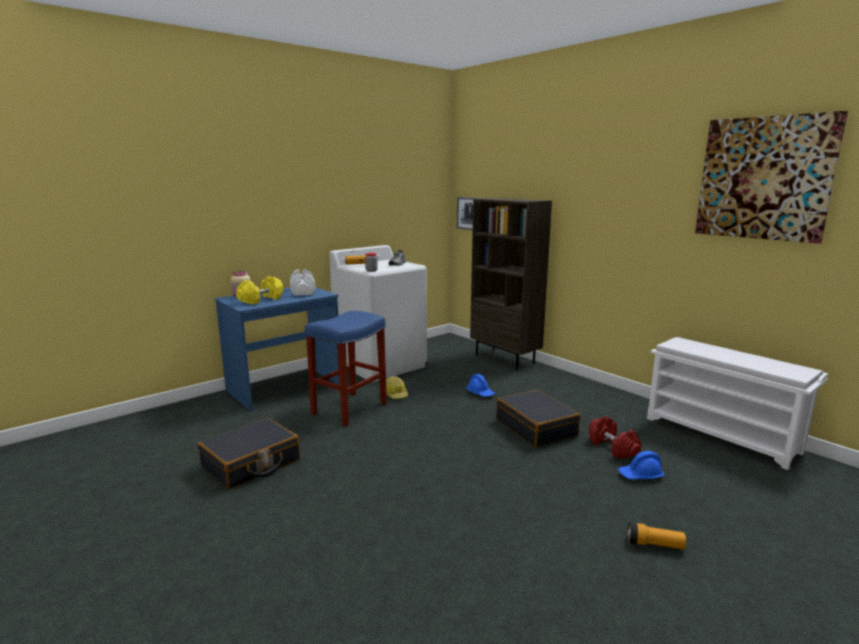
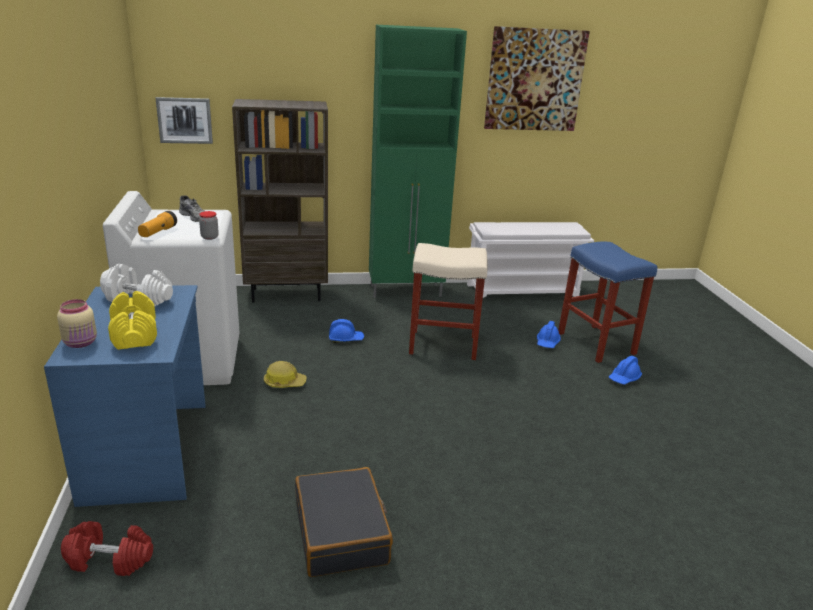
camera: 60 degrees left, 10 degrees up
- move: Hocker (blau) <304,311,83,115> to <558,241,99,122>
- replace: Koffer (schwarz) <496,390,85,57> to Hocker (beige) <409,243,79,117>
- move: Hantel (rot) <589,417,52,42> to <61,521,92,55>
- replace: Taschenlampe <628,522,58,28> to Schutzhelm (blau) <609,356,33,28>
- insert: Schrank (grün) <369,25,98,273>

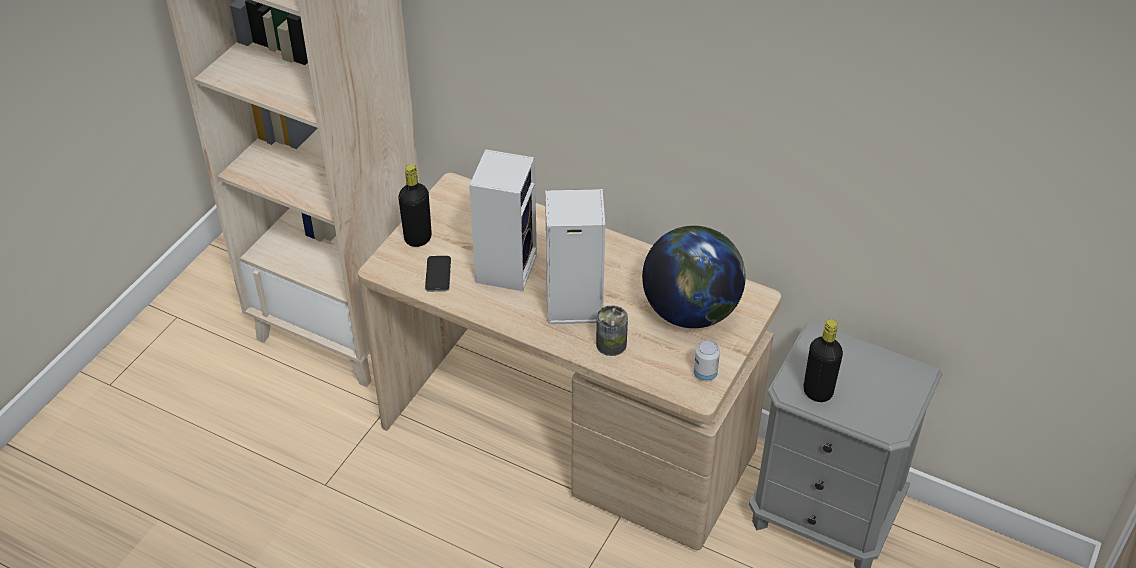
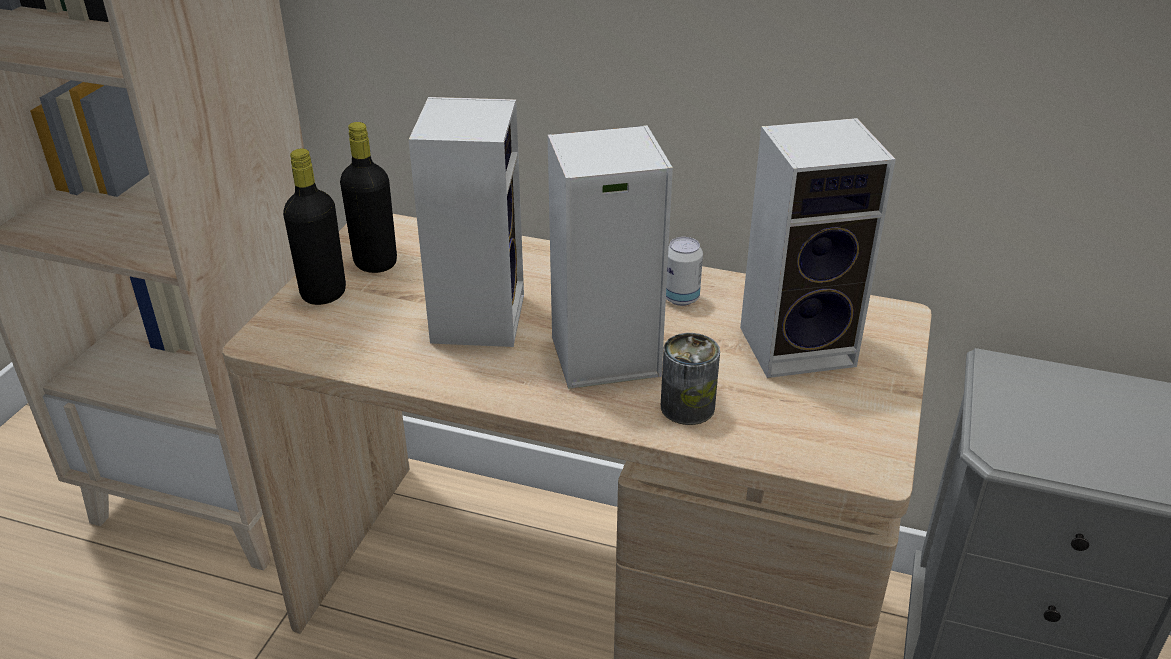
camera: 10 degrees left, 10 degrees down
- delete: Handy <425,256,26,36>
- replace: Globus <642,225,104,103> to Lautsprecher <740,118,156,260>
- move: Dose <694,340,26,41> to <666,237,37,69>
- move: Flasche (schwarz) <804,319,39,83> to <340,122,57,151>

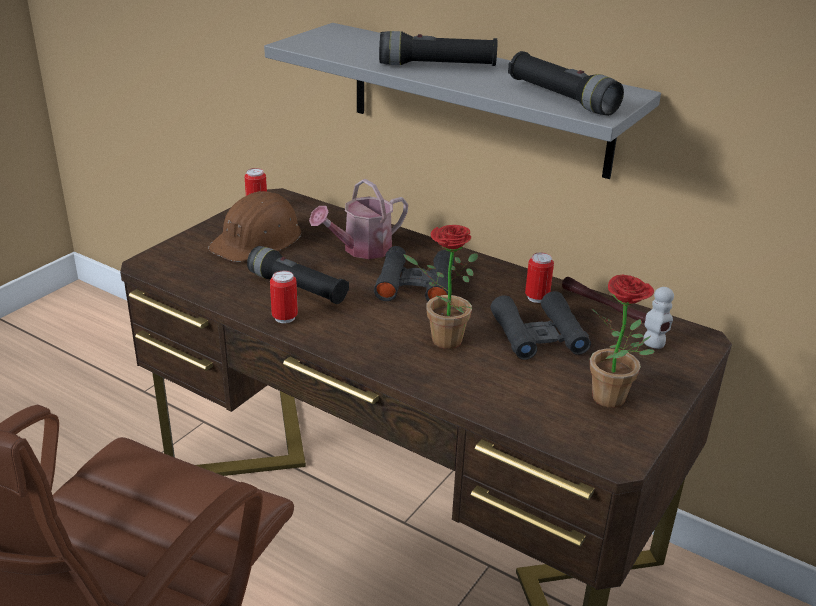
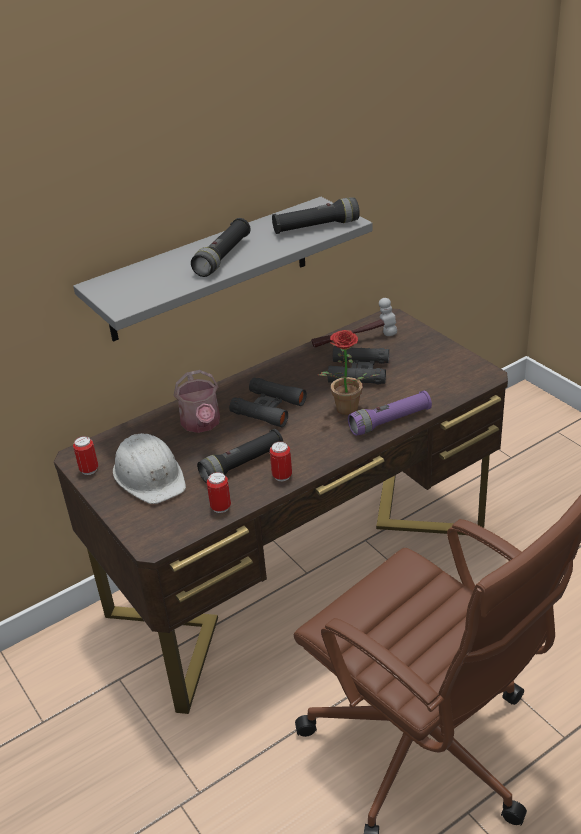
camera: 65 degrees left, 5 degrees up
- recolor: Schutzhelm (braun) <208,191,93,71> to Schutzhelm (weiß) <113,433,73,71>
- move: Dose <525,253,29,50> to <207,472,24,41>
- delete: Topfpflanze <590,274,65,134>
- insert: Taschenlampe (lila) <348,391,84,45>

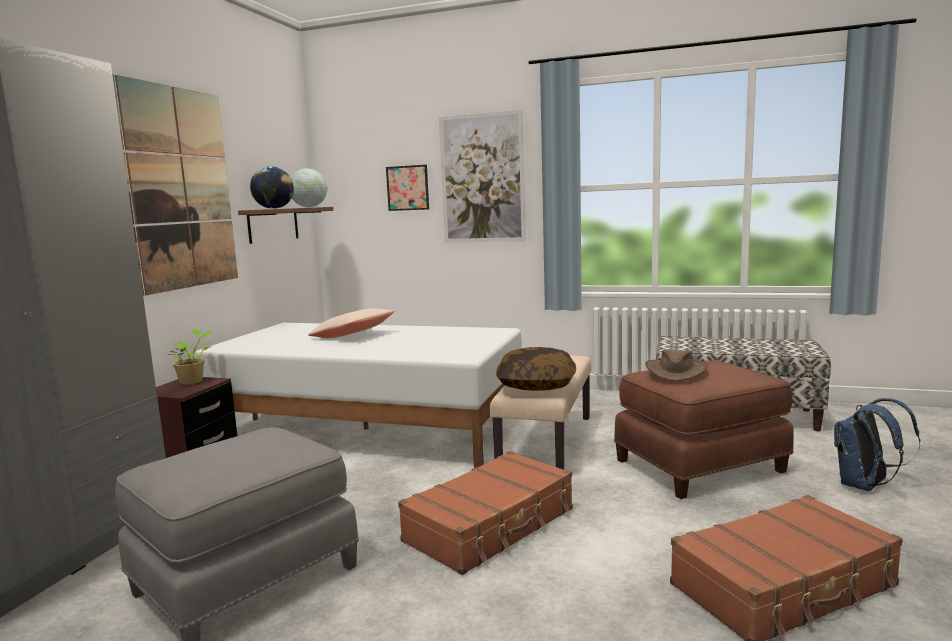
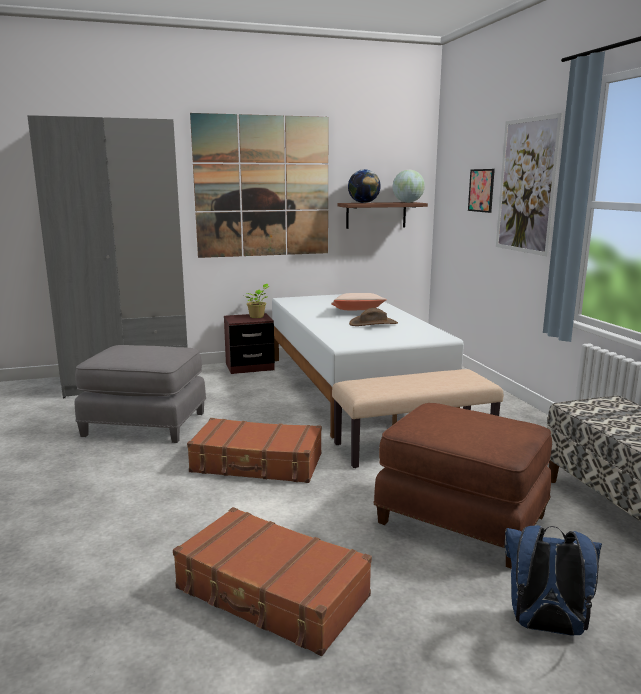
camera: 55 degrees right, 5 degrees up
- delete: Kissen <496,347,80,44>
- move: Hut (braun) <646,349,62,32> to <349,308,49,18>

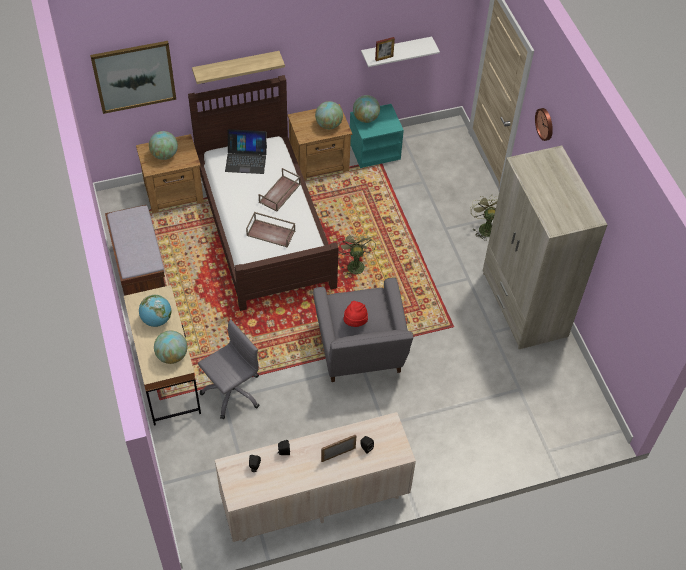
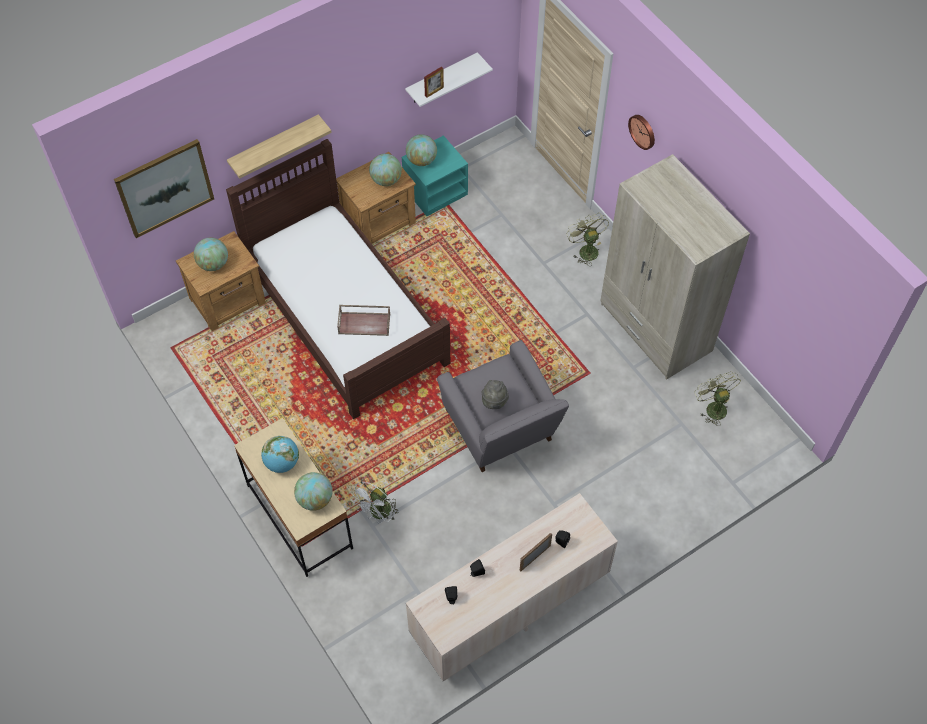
camera: 15 degrees left, 5 degrees up
- delete: Bank (braun) <105,205,61,91>
- replace: Bürostuhl (grau) <198,320,62,99> to Ventilator (weiß) <351,481,47,43>
- delete: Laptop <225,129,42,45>
- delete: Tablett (braun) <259,168,42,44>
- move: Ventilator (grün) <337,231,39,44> to <694,372,47,54>
- recolor: Hut (rot) <343,301,25,26> to Hut (grau) <482,380,27,29>

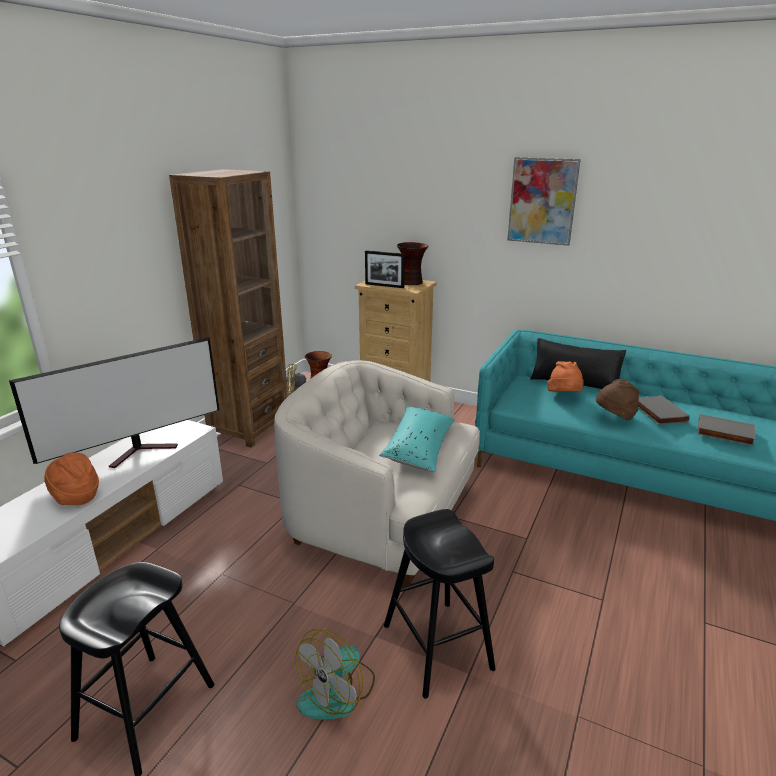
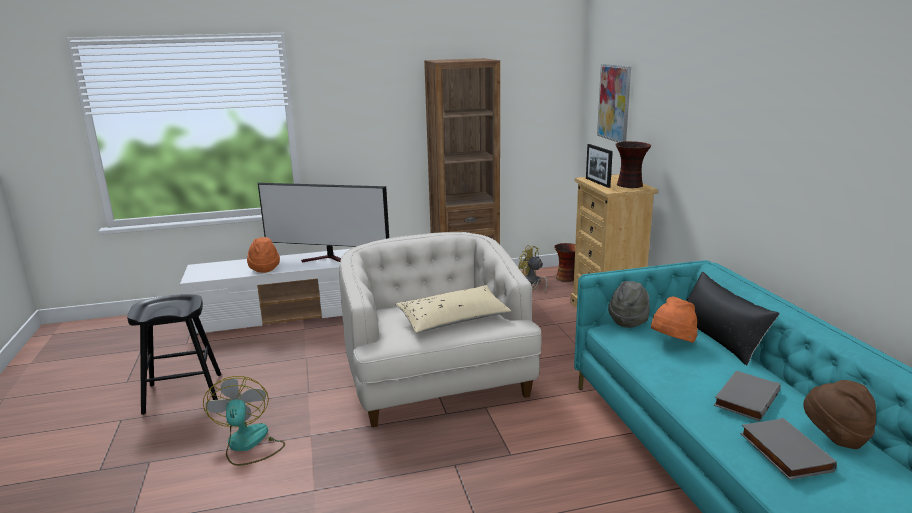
camera: 50 degrees right, 5 degrees down
- rotate: Ventilator <295,629,80,90> = <203,376,82,90> 75 degrees clockwise
- recolor: Kissen (türkis) <379,406,76,66> to Kissen (beige) <396,285,115,48>
- delete: Hocker (schwarz) <384,509,111,190>
- move: Bild <507,157,74,89> to <597,64,34,79>
- move: Hut (braun) <596,379,43,41> to <803,380,73,69>
- insert: Hut (grau) <608,281,42,47>

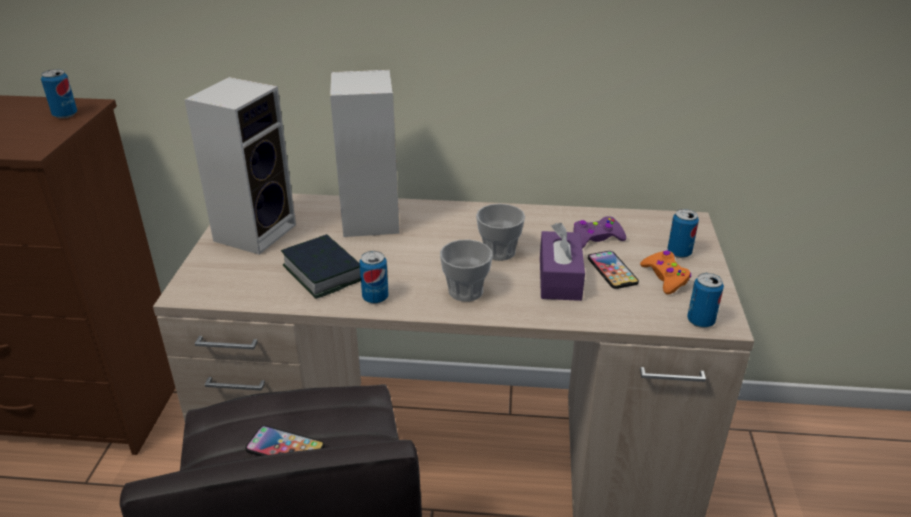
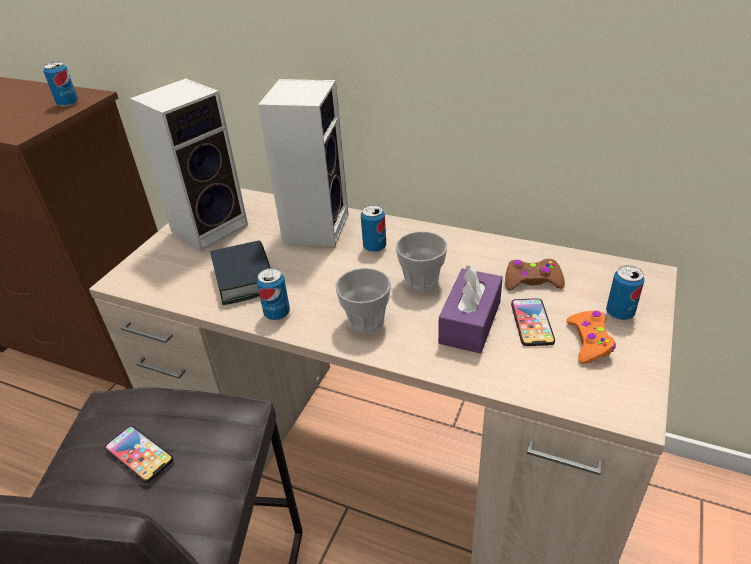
camera: 20 degrees right, 5 degrees up
- recolor: Gamepad (lila) <573,216,53,32> to Gamepad (braun) <505,259,60,31>
- move: Dose <687,273,37,55> to <361,205,25,47>

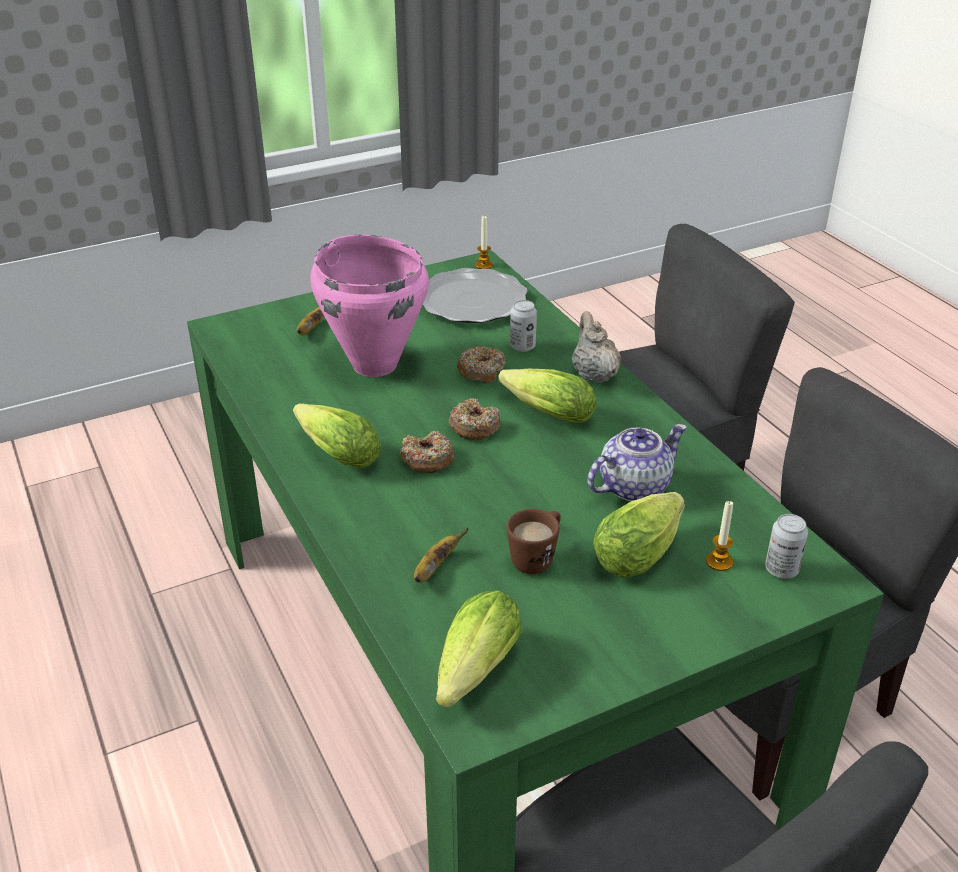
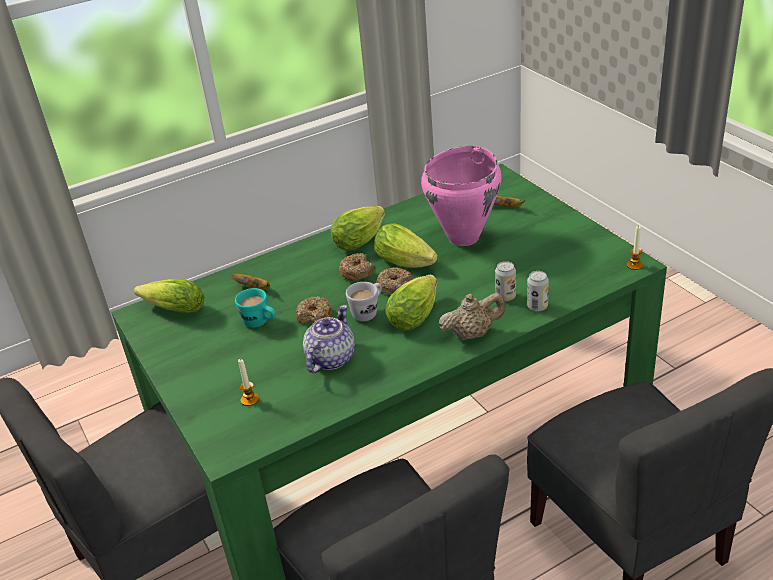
camera: 90 degrees right, 0 degrees up
- delete: Teller <423,268,105,55>
- move: Donut <457,346,49,38> to <296,296,36,28>
- recolor: Henkelbecher (braun) <507,509,54,65> to Henkelbecher (türkis) <235,288,41,40>
- rotate: Teekanne <587,424,100,77> = <303,305,52,68> 120 degrees counterclockwise
- move: Salatkopf <593,492,92,86> to <374,223,64,45>
- move: Dose <765,514,43,65> to <527,271,22,40>
- insert: Henkelbecher (weiß) <346,282,36,39>

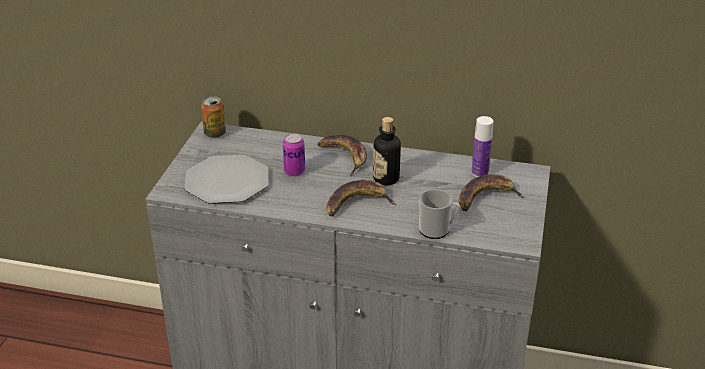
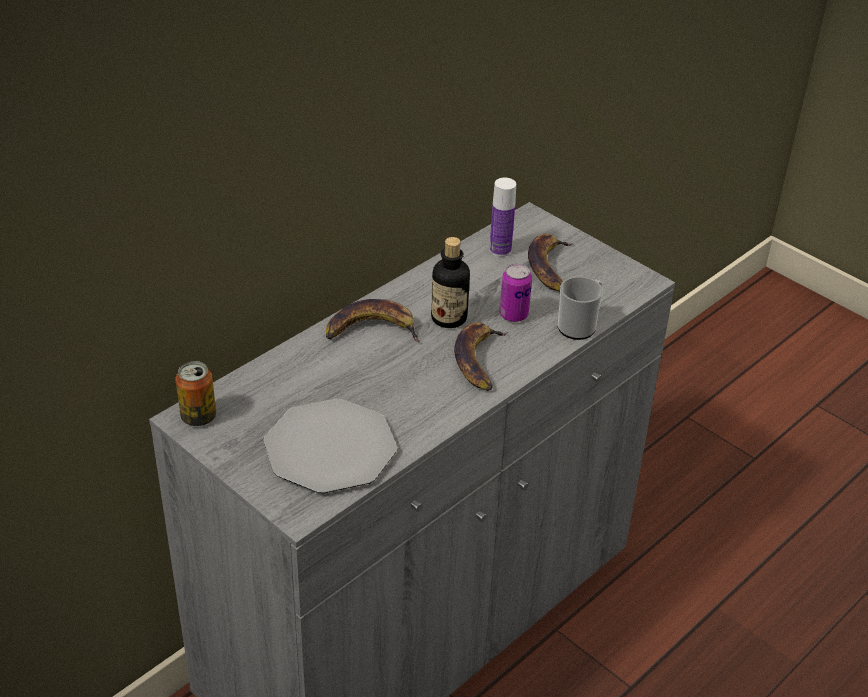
camera: 60 degrees left, 5 degrees up
- move: Dose <283,133,22,43> to <500,264,32,58>

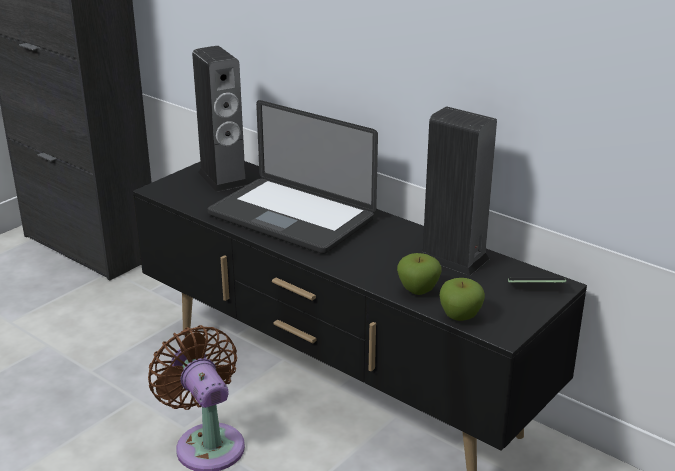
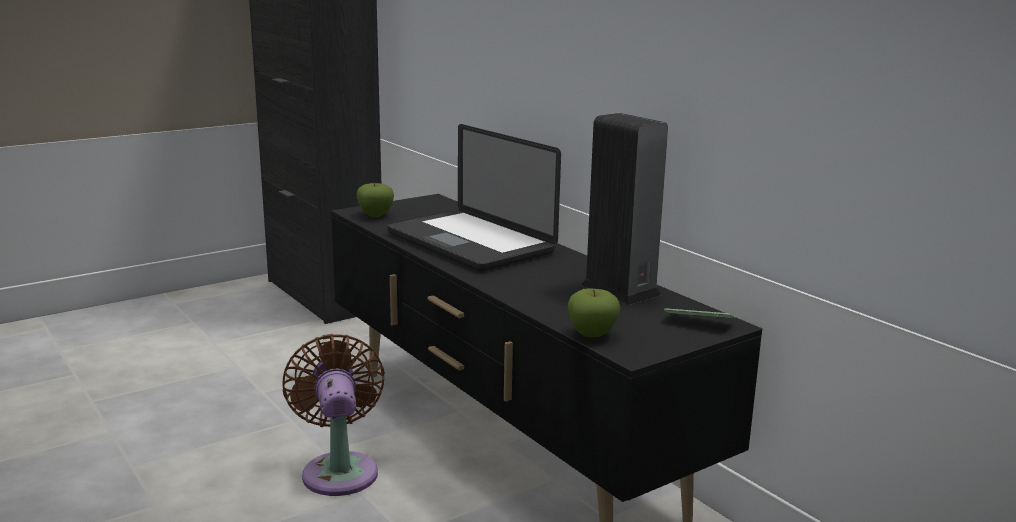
camera: 15 degrees right, 10 degrees down
- delete: Lautsprecher <192,46,56,146>
- move: Apfel <397,253,44,42> to <357,183,37,35>

